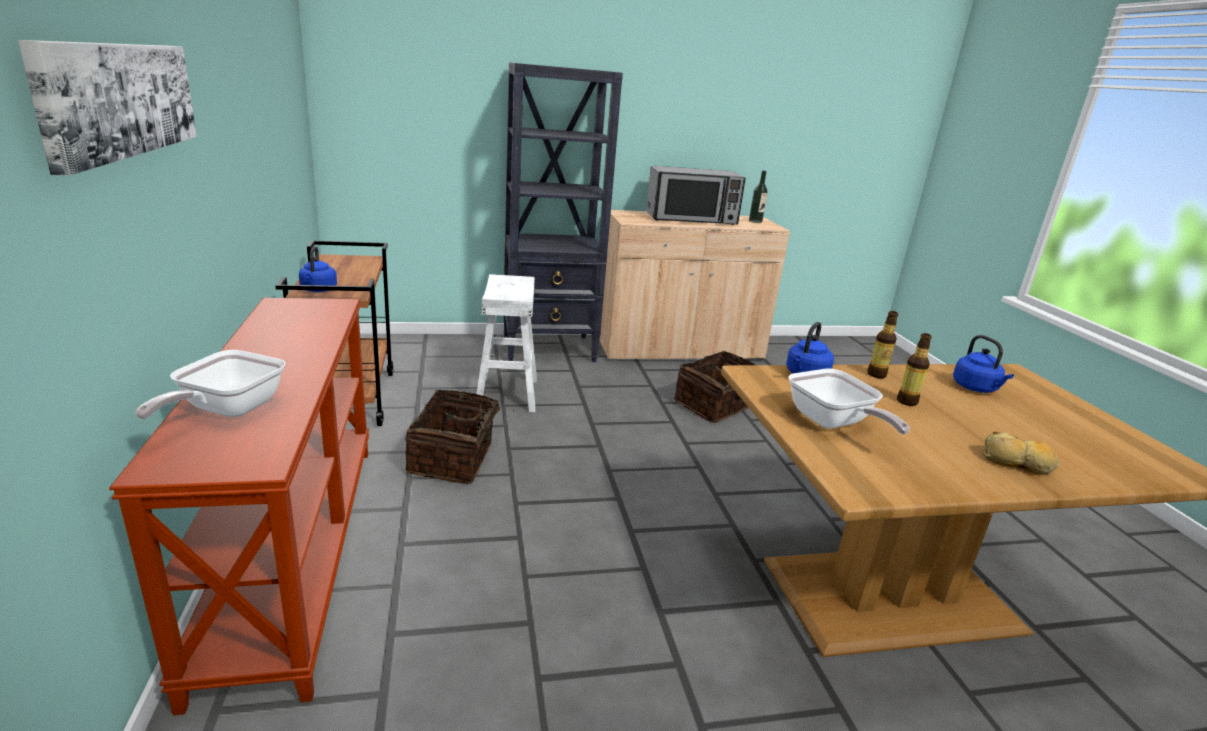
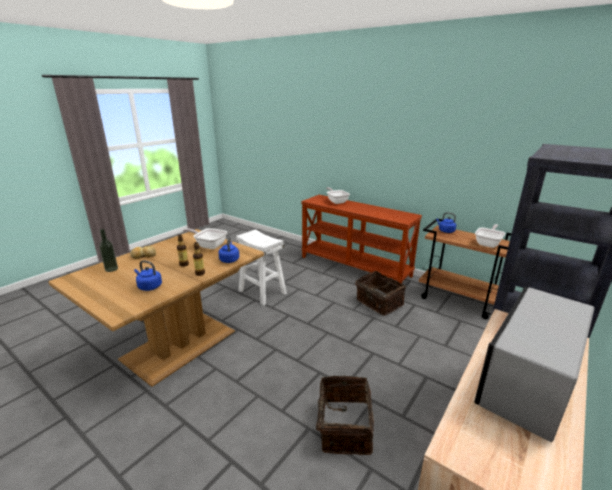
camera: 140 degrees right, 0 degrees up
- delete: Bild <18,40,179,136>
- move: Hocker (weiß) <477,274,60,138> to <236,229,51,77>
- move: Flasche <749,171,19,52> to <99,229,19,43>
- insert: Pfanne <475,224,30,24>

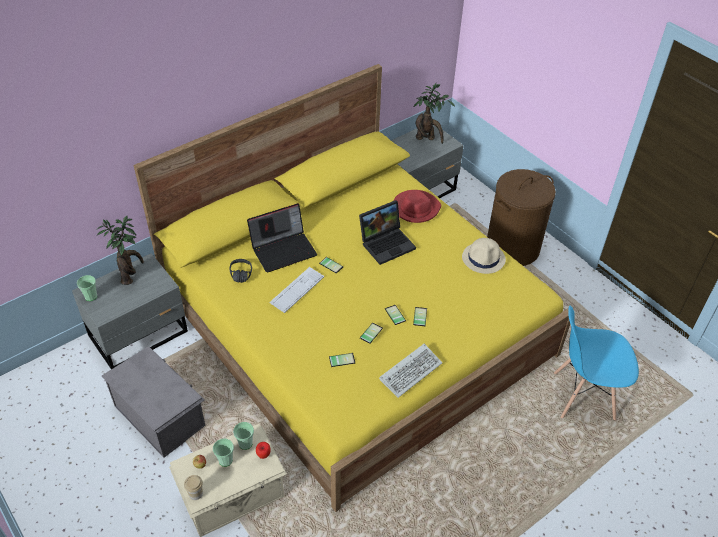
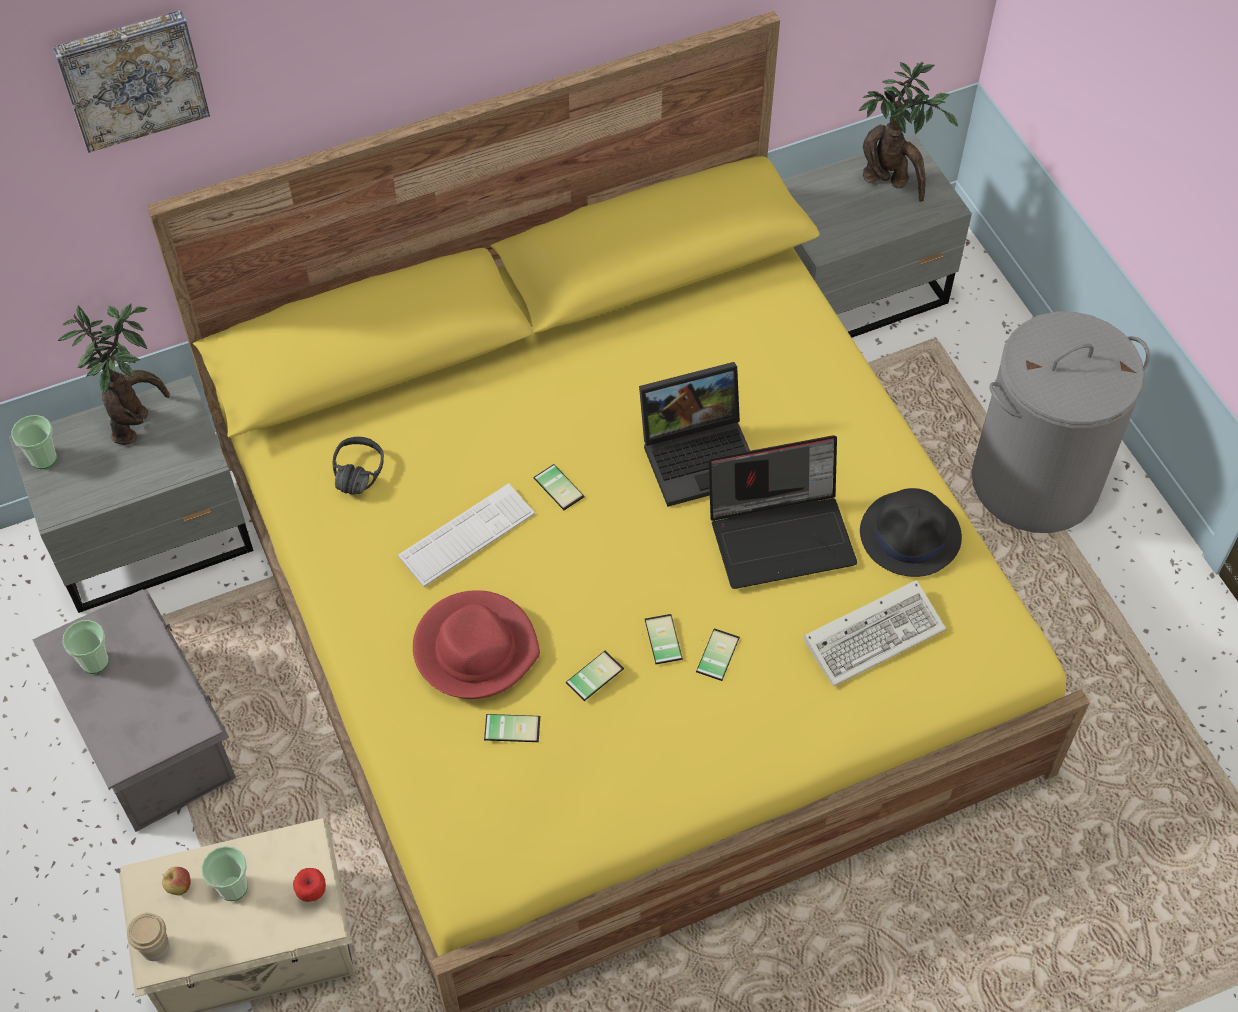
camera: 15 degrees right, 10 degrees up
- move: Tasse <233,422,21,28> to <62,620,47,54>
- move: Laptop <247,203,70,70> to <709,435,148,154>
- move: Tastatur <379,344,63,54> to <804,580,142,107>
- move: Hut (rot) <393,190,48,33> to <413,590,127,109>
- recolor: Hut (beige) <462,238,44,36> to Hut (schwarz) <860,488,102,89>
- recolor: Wäschekorb (braun) <487,169,69,97> to Wäschekorb (grau) <972,312,178,221>
- delete: Stuhl (blau) <554,306,85,114>
- insert: Bild <53,10,157,143>

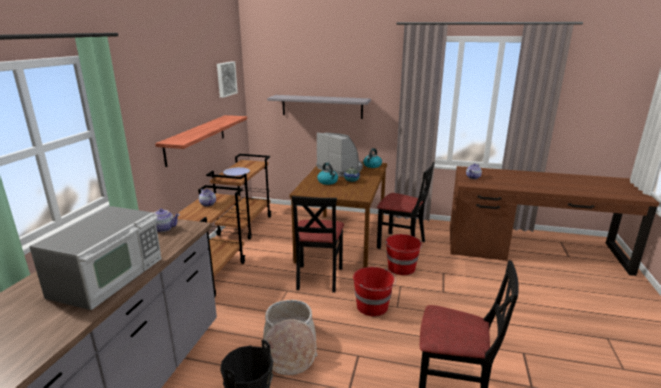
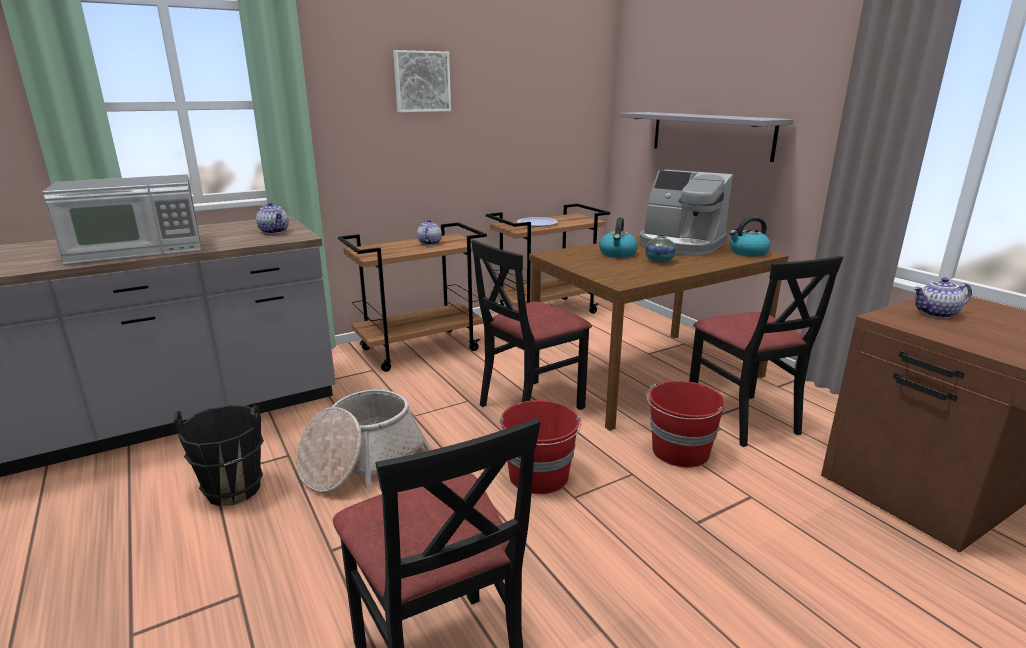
camera: 45 degrees right, 0 degrees up
- delete: Wandregal <155,115,92,52>
- move: Bild <217,61,21,37> to <393,50,58,62>
- rotate: Kaffeemaschine <316,133,47,44> = <640,170,93,85> 120 degrees clockwise

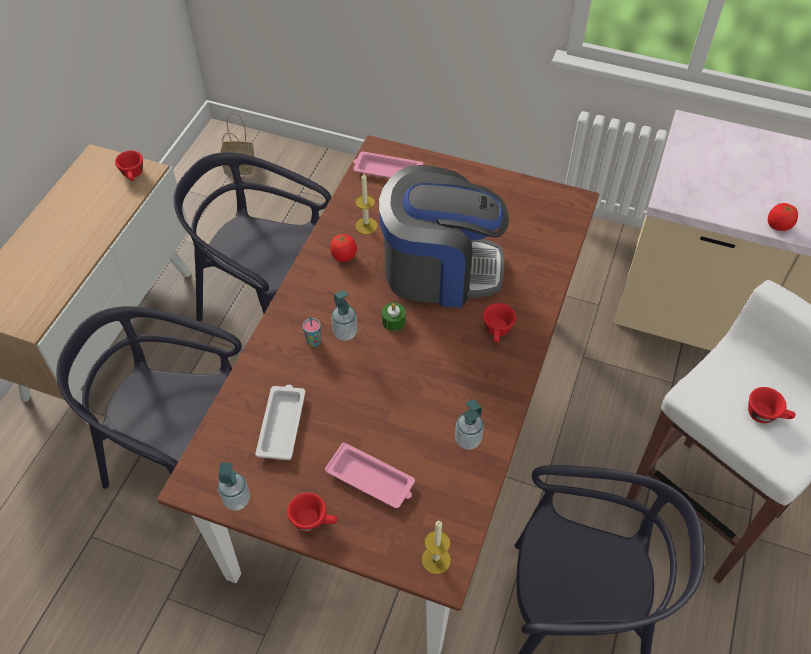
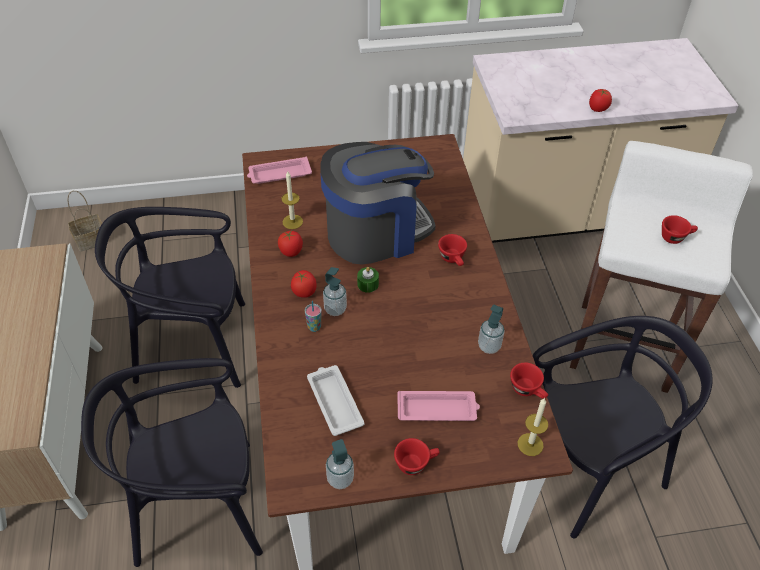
camera: 30 degrees left, 5 degrees down
- move: Tasse (rot) <115,150,28,31> to <510,363,38,36>
- insert: Tomate <291,270,26,28>

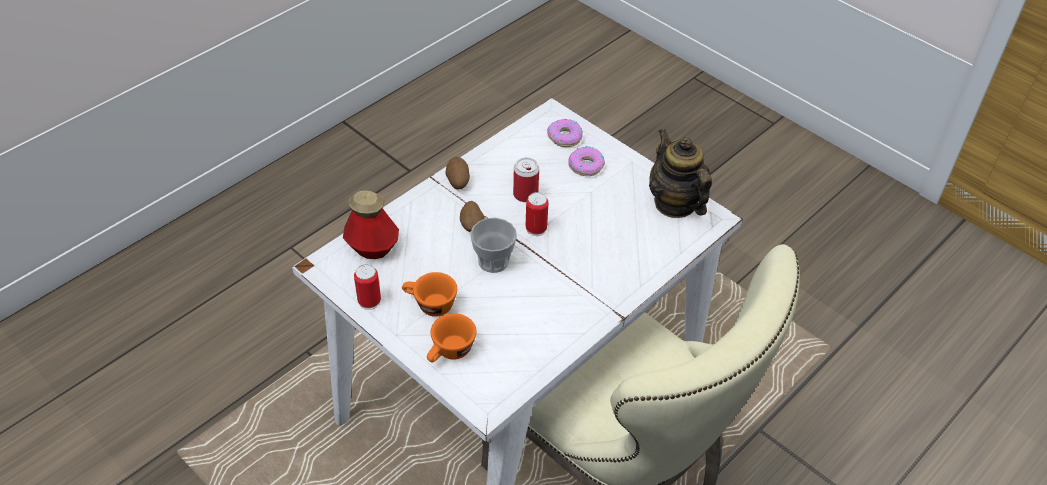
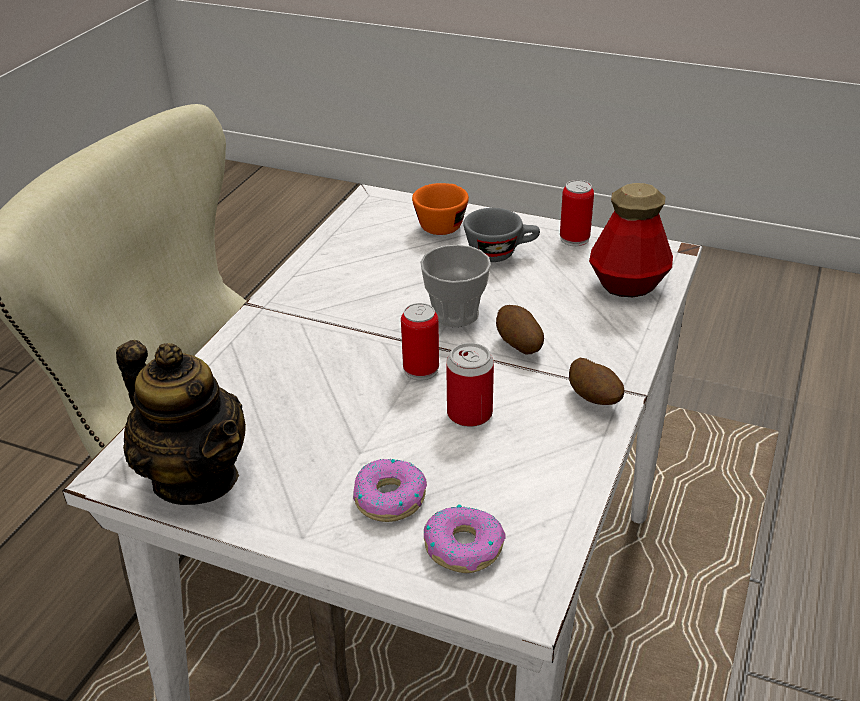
camera: 160 degrees right, 10 degrees down
- recolor: Tasse (orange) <402,272,55,45> to Tasse (grau) <463,208,77,54>

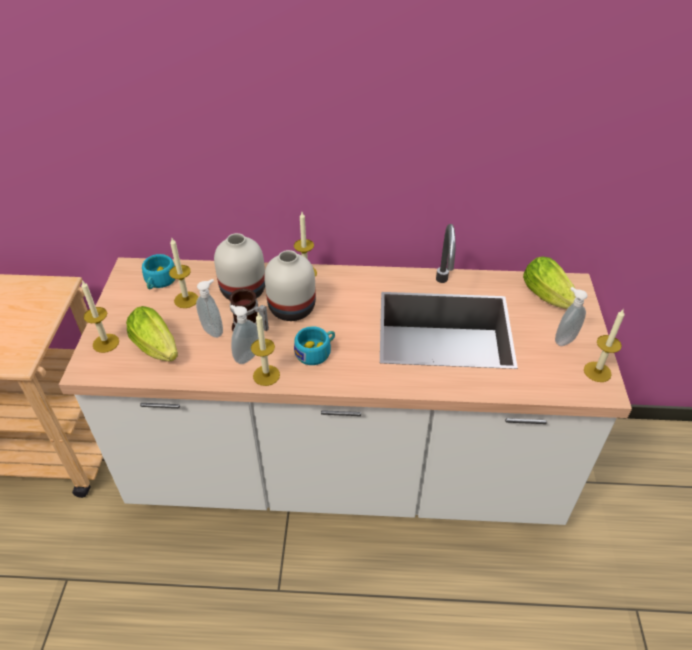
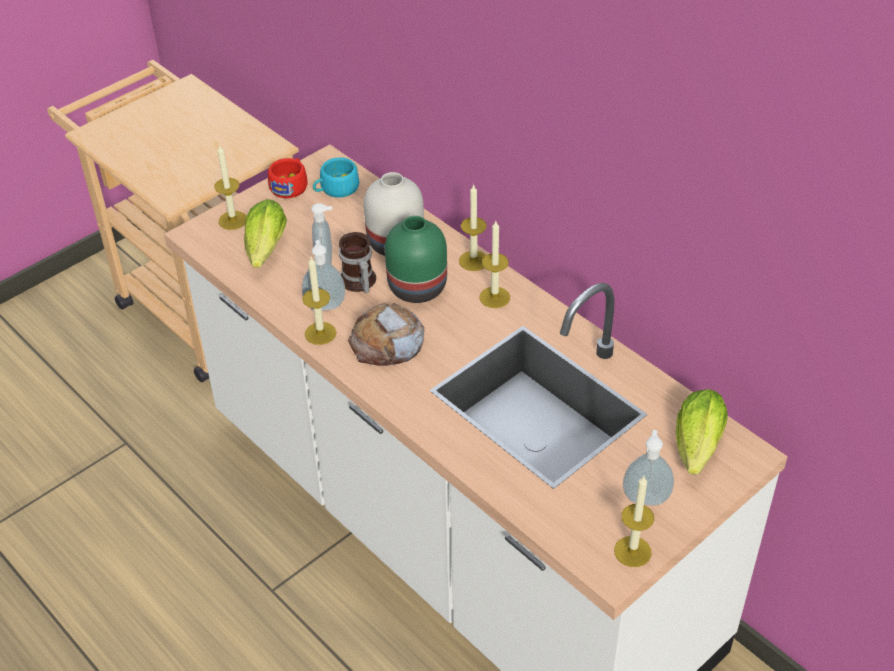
camera: 45 degrees right, 0 degrees up
- move: Kerze <169,238,29,70> to <479,221,31,87>
- recolor: Vase (weiß) <264,250,52,71> to Vase (grün) <385,216,62,87>
- replace: Tasse (türkis) <294,326,41,39> to Brot <348,303,76,63>
- insert: Tasse (rot) <268,158,40,40>

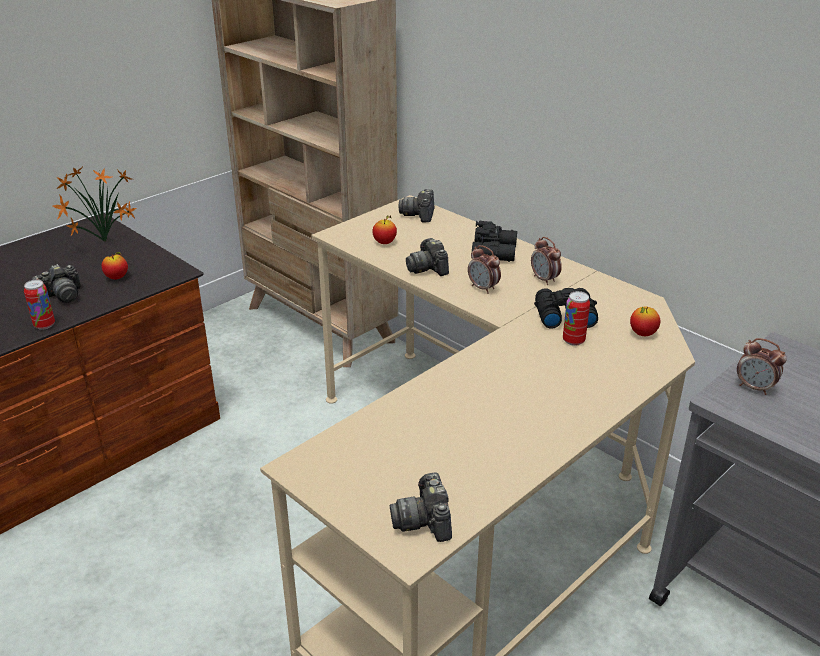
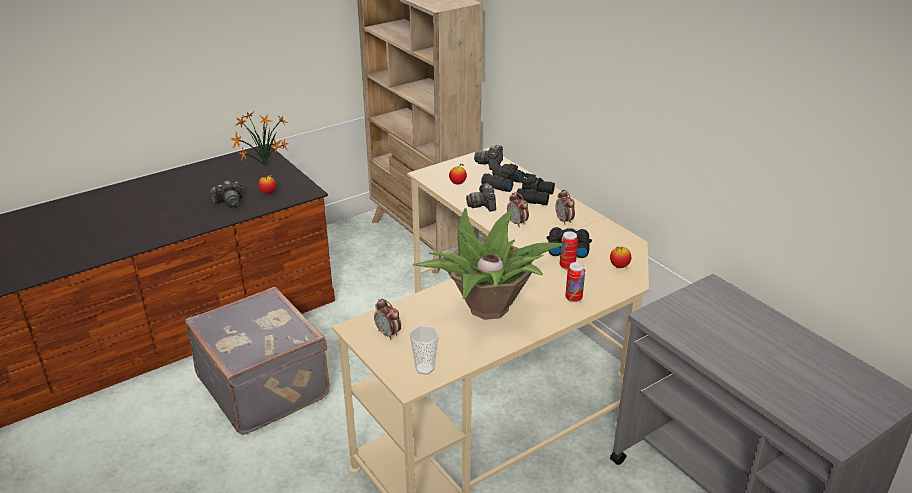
camera: 10 degrees right, 0 degrees up
- move: Dose <24,280,31,50> to <565,262,20,40>
- replace: Kamera <390,473,62,69> to Tasse <409,326,30,49>
- move: Wecker <737,338,49,57> to <374,299,27,41>
- insert: Koffer (grau) <185,287,145,148>
- insert: Topfpflanze <413,208,149,112>
- insert: Fernglas (schwarz) <481,163,43,29>

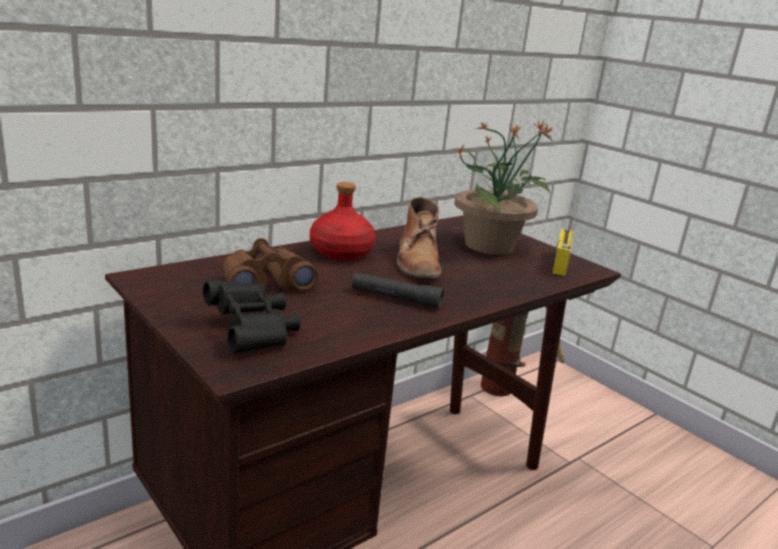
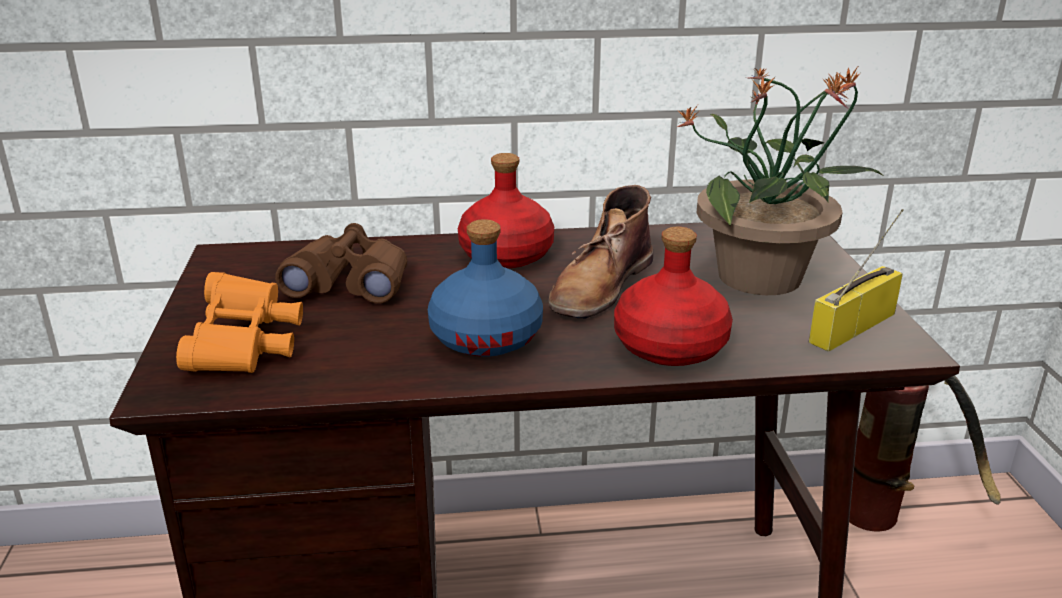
camera: 35 degrees right, 5 degrees up
- recolor: Fernglas (schwarz) <203,280,97,73> to Fernglas (orange) <176,272,127,101>
- replace: Taschenlampe (schwarz) <352,272,92,36> to Flasche (blau) <428,219,115,138>
- insert: Flasche (rot) <614,227,119,139>

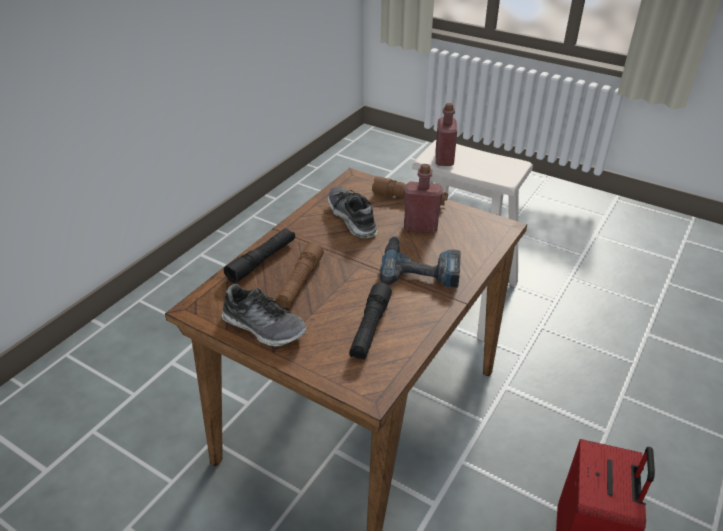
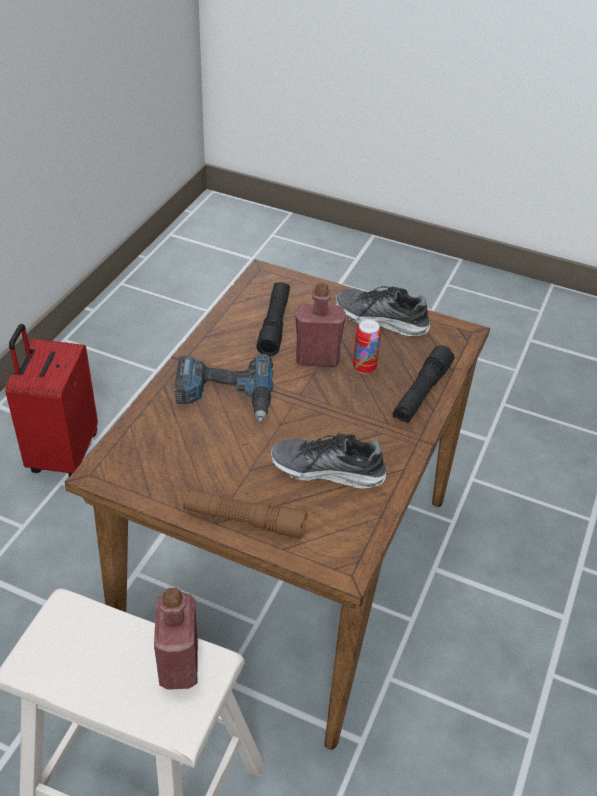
camera: 170 degrees right, 5 degrees up
- replace: Taschenlampe (braun) <275,242,49,66> to Dose <353,319,28,55>
- rotate: Schuh <328,186,50,52> = <271,433,115,55> 135 degrees clockwise
- move: Flasche (rot) <404,164,39,69> to <295,283,51,84>

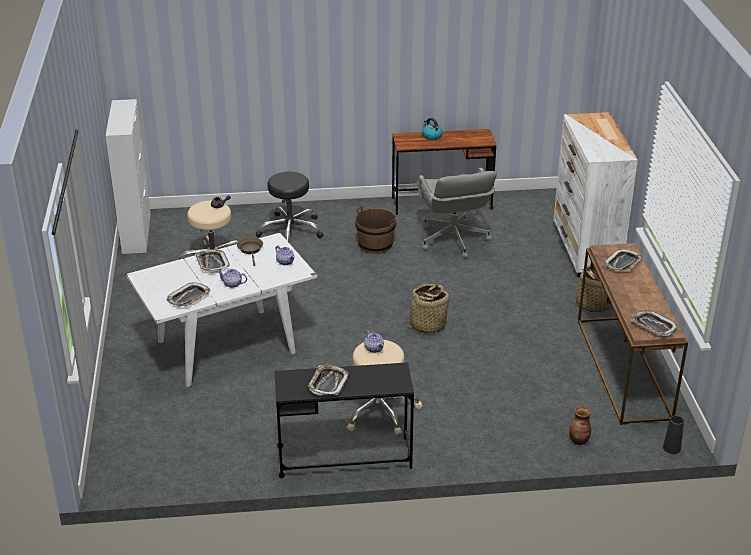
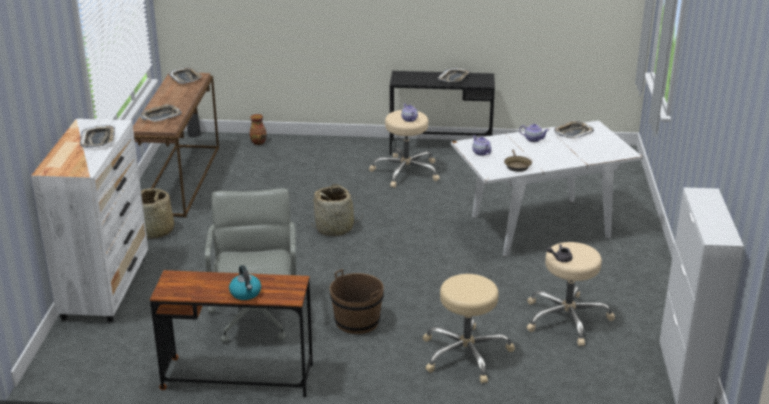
camera: 170 degrees left, 5 degrees down
- move: Tablett <195,249,35,23> to <80,125,35,23>
- recolor: Hocker (schwarz) <255,172,68,70> to Hocker (beige) <423,274,92,109>

